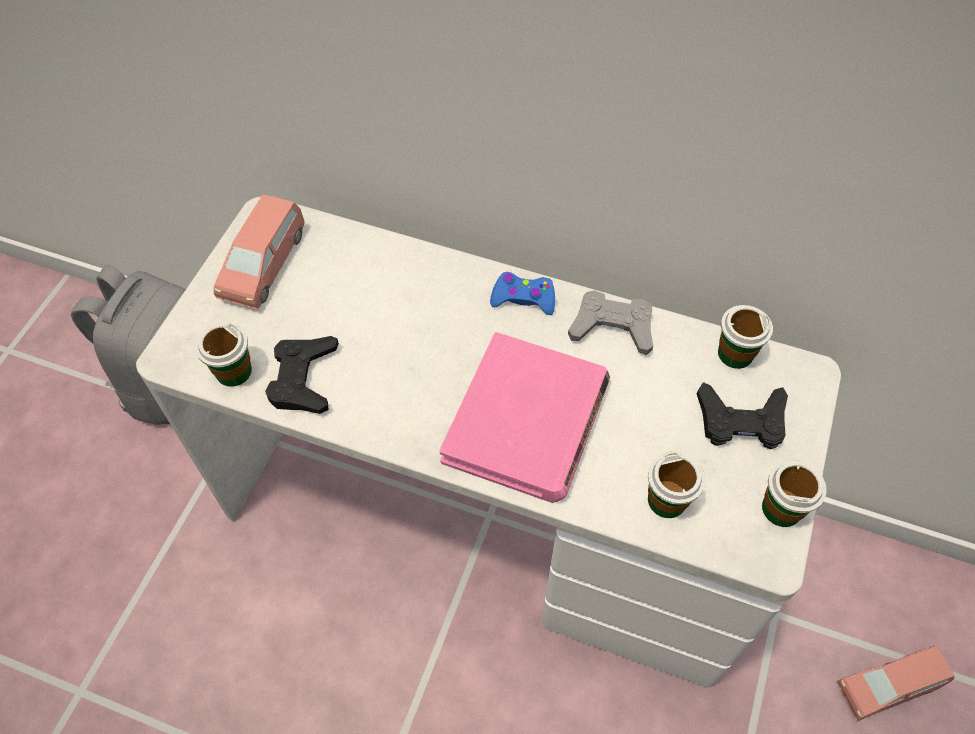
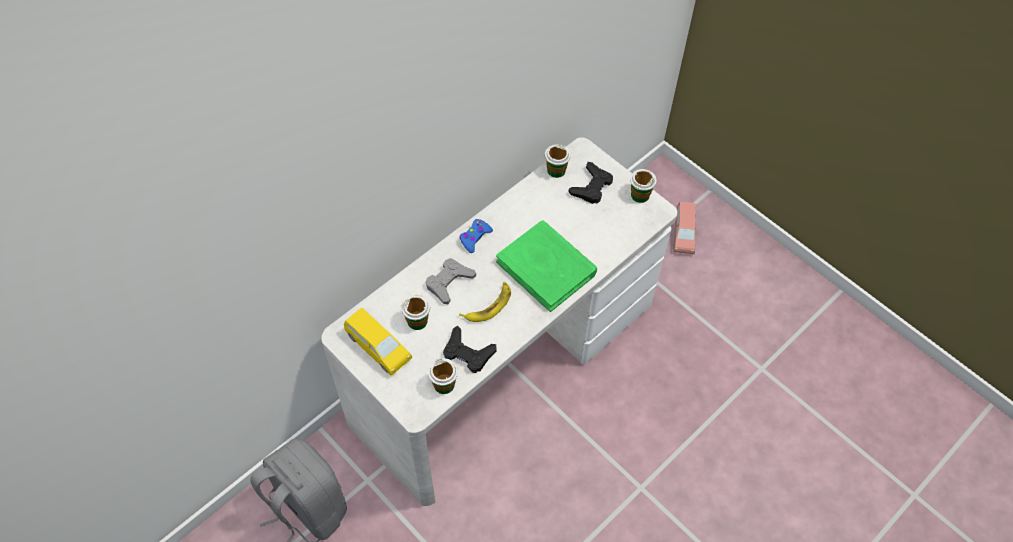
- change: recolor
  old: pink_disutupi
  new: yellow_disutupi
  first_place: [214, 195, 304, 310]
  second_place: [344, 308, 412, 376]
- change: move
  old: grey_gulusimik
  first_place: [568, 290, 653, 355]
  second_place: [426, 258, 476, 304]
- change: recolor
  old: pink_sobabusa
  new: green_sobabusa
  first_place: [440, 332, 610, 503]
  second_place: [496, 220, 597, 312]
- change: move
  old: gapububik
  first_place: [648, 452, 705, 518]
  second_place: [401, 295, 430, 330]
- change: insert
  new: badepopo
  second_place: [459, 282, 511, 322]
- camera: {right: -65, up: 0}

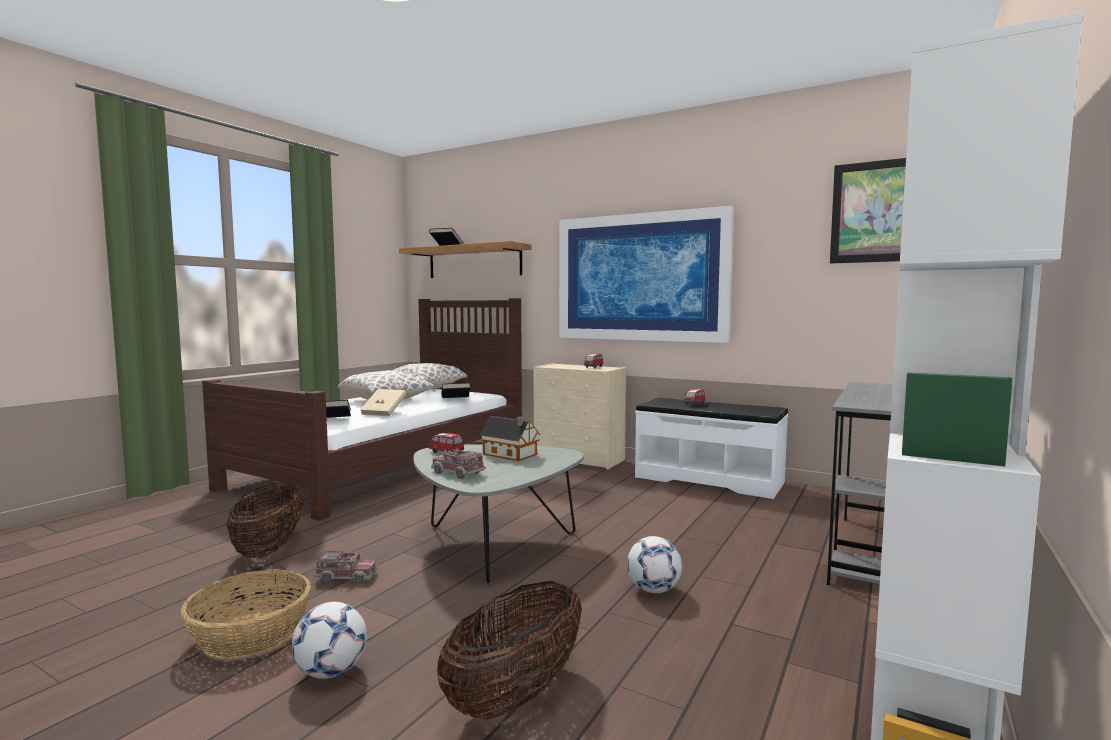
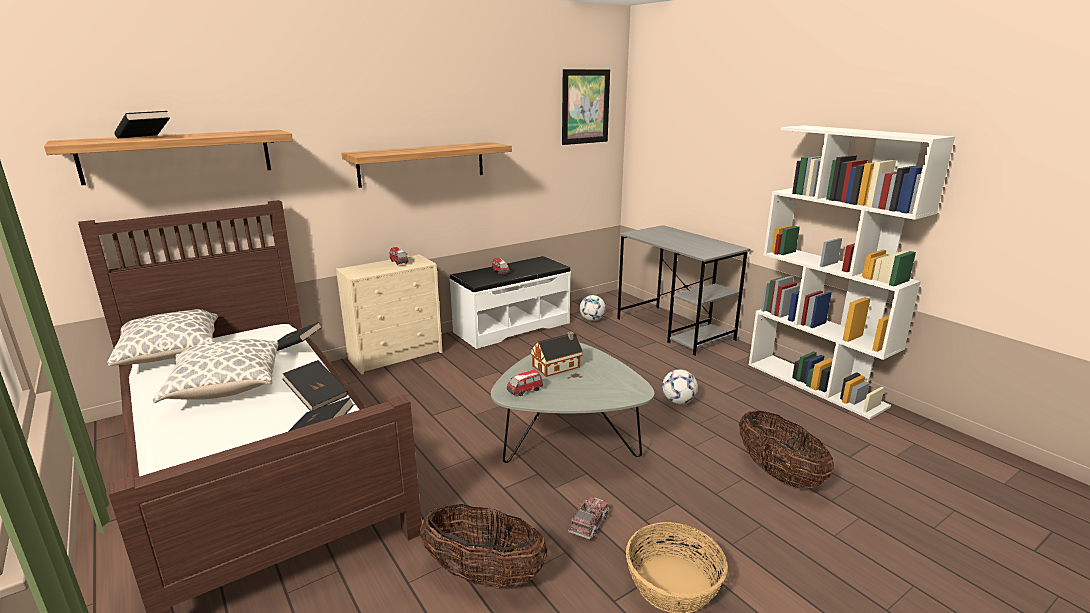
- change: replace
  old: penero
  new: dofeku
  first_place: [559, 206, 734, 343]
  second_place: [341, 142, 512, 188]
- change: recolor
  old: beige_sobabusa
  new: black_sobabusa
  first_place: [360, 389, 406, 416]
  second_place: [282, 360, 348, 411]
- change: delete
  old: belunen
  first_place: [431, 448, 486, 479]
- change: move
  old: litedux
  first_place: [292, 602, 367, 679]
  second_place: [580, 295, 606, 321]
- camera: {right: -65, up: 15}

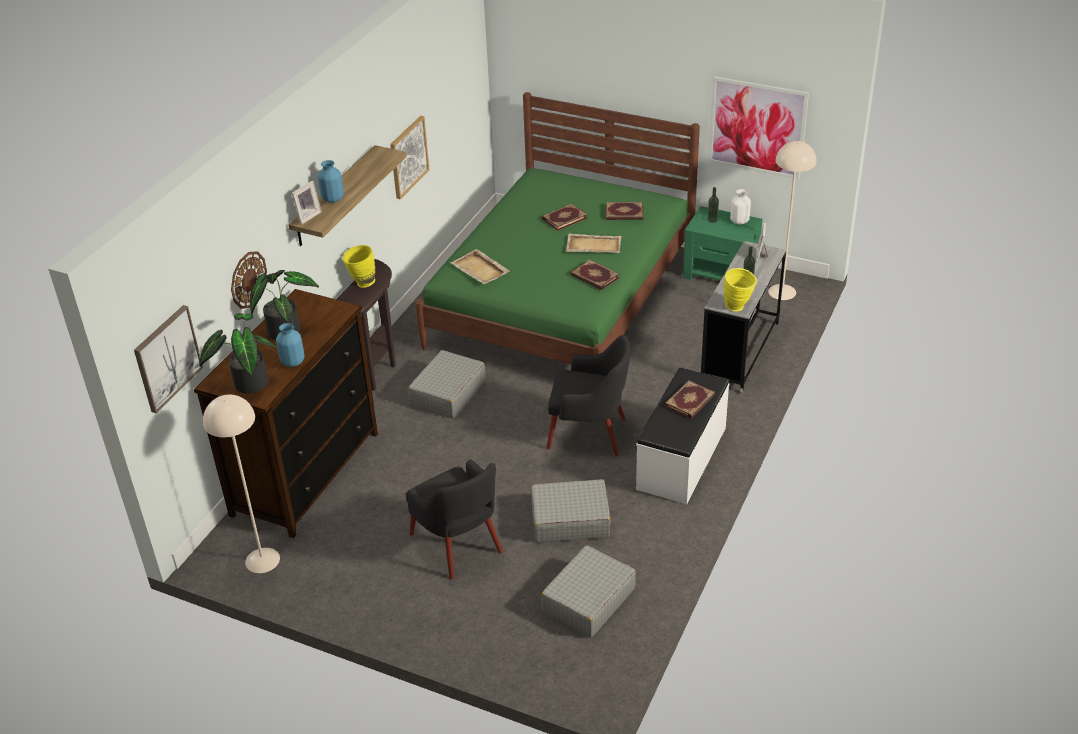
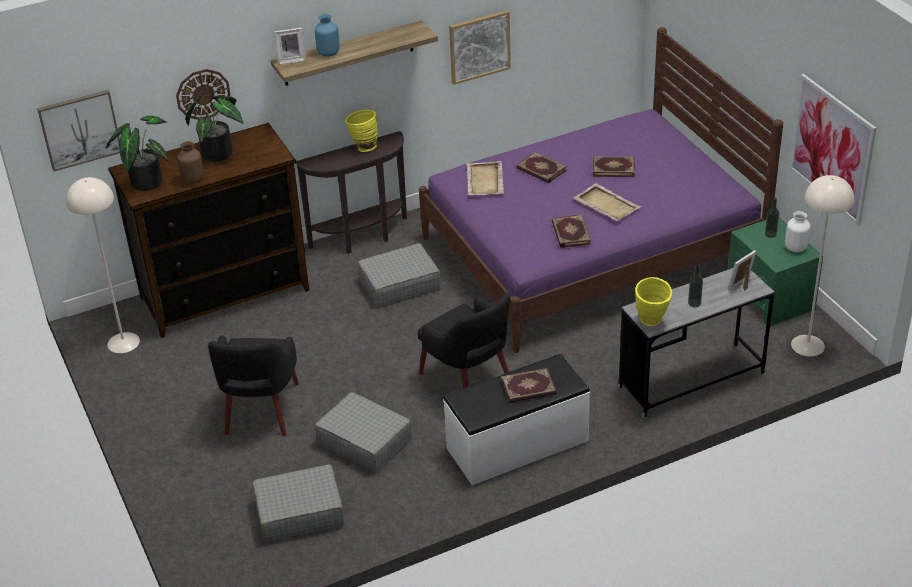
- change: recolor
  old: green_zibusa
  new: purple_zibusa
  first_place: [415, 92, 700, 364]
  second_place: [419, 27, 783, 353]
- change: move
  old: sobabusa
  first_place: [606, 202, 643, 220]
  second_place: [516, 152, 567, 183]
- change: recolor
  old: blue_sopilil
  new: brown_sopilil
  first_place: [276, 323, 305, 367]
  second_place: [177, 141, 204, 184]
- camera: {right: 40, up: 0}

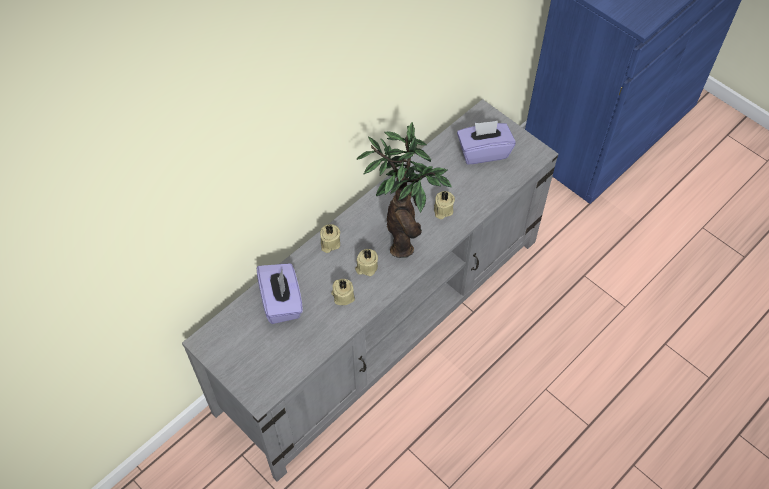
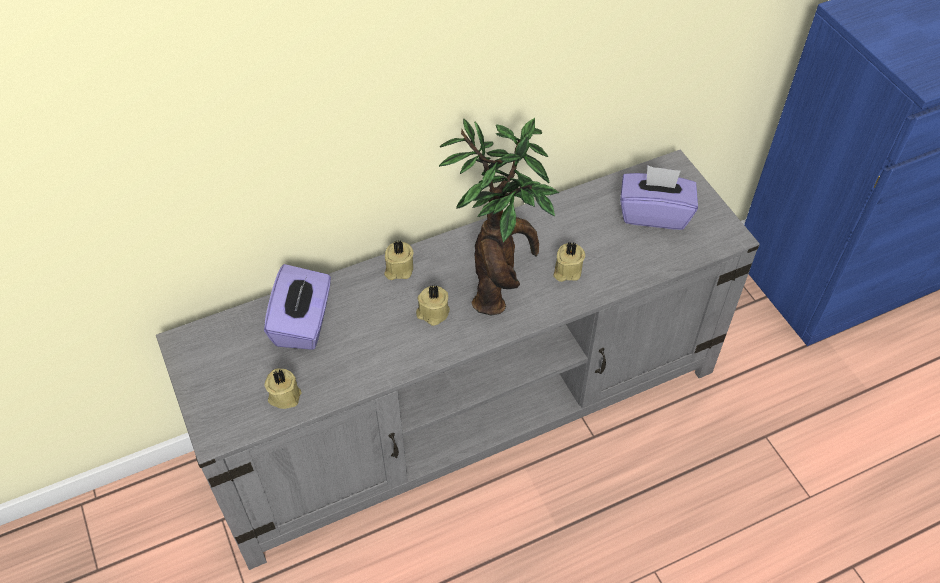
- change: move
  old: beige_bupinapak
  first_place: [331, 279, 355, 305]
  second_place: [265, 368, 301, 409]
- camera: {right: 20, up: -5}

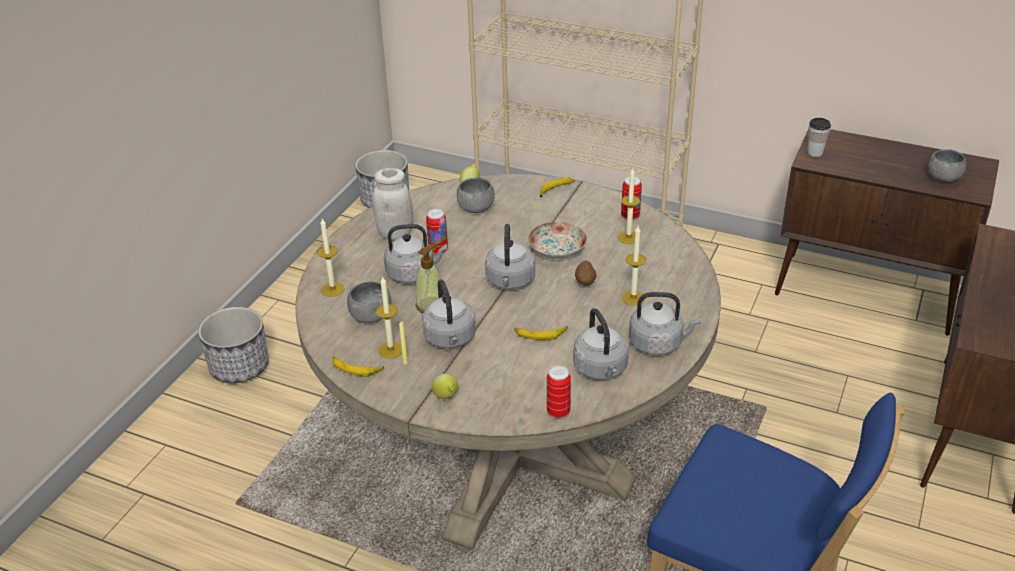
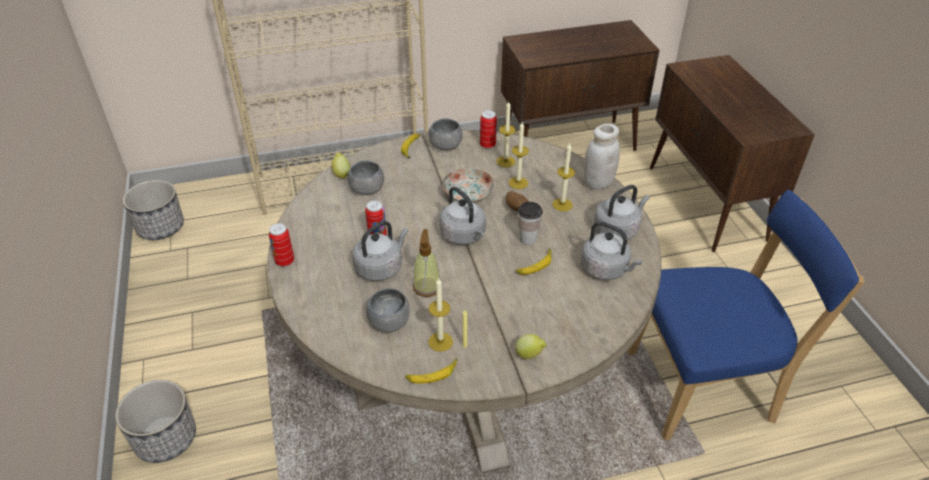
- change: move
  old: gapububik
  first_place: [808, 118, 831, 157]
  second_place: [518, 202, 543, 245]
- change: move
  old: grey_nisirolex
  first_place: [928, 149, 966, 182]
  second_place: [429, 118, 463, 150]
- change: move
  old: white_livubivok
  first_place: [372, 168, 413, 240]
  second_place: [584, 123, 620, 190]
- change: move
  old: bupinapak
  first_place: [317, 219, 344, 297]
  second_place: [509, 122, 529, 189]
- change: delete
  old: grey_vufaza
  first_place: [422, 279, 476, 349]
- change: move
  old: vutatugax
  first_place: [547, 365, 571, 418]
  second_place: [269, 223, 294, 267]
- camera: {right: -40, up: 5}

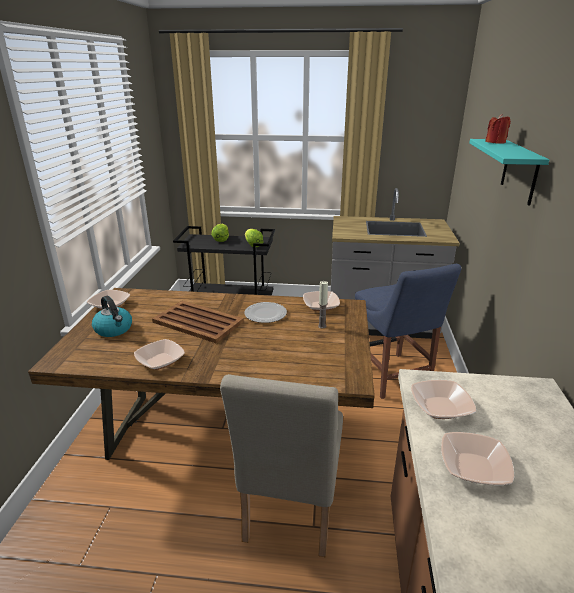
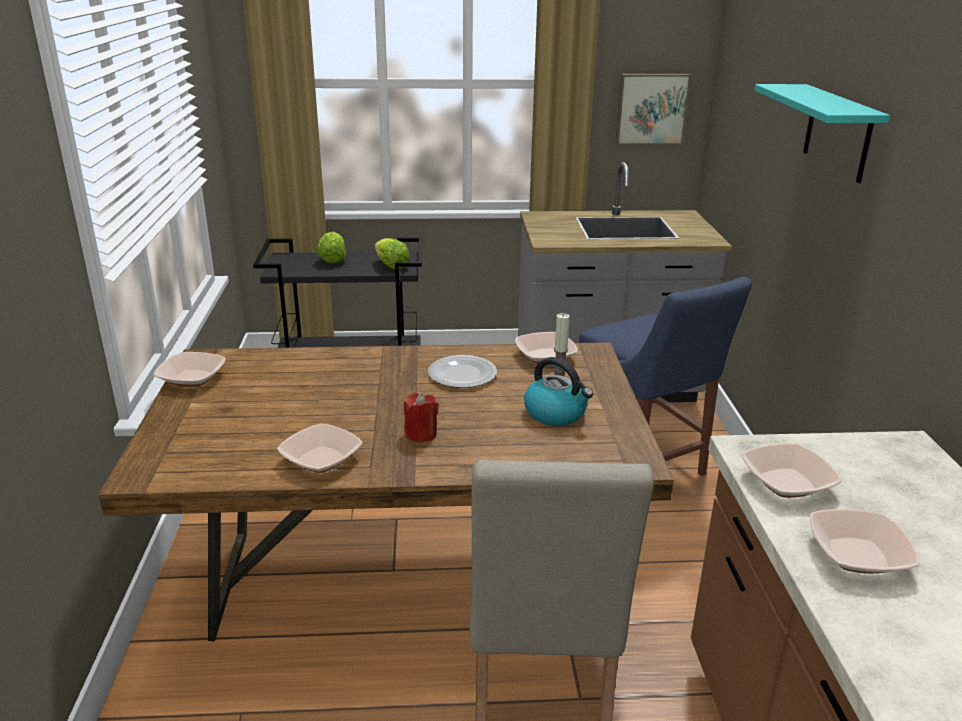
- change: move
  old: red_bupinapak
  first_place: [485, 114, 511, 144]
  second_place: [404, 393, 439, 443]
- change: move
  old: vufaza
  first_place: [92, 296, 132, 337]
  second_place: [524, 357, 593, 426]
- change: delete
  old: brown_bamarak
  first_place: [152, 301, 244, 343]
- change: insert
  new: penero
  second_place: [615, 74, 691, 145]
- camera: {right: -10, up: 0}

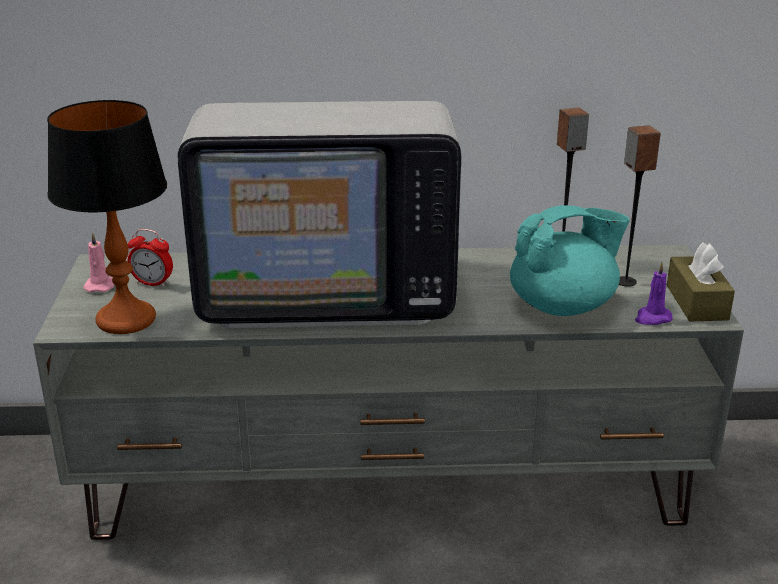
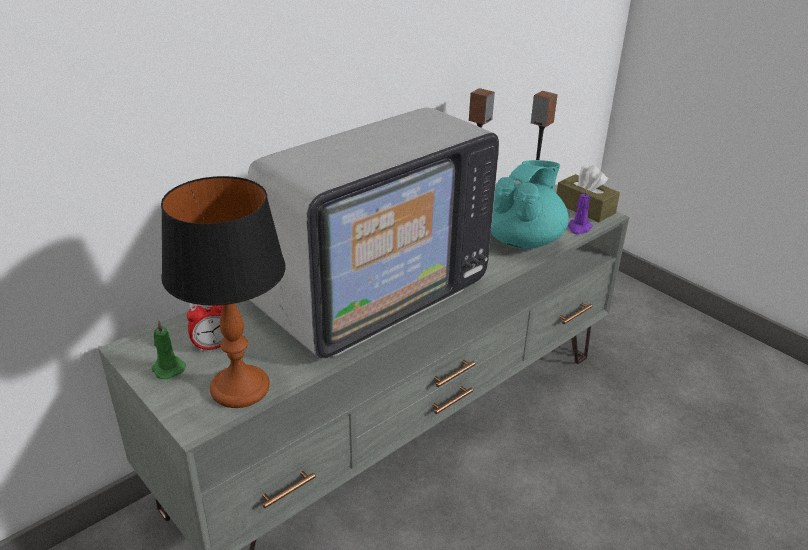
- change: recolor
  old: pink_bupinapak
  new: green_bupinapak
  first_place: [83, 232, 114, 292]
  second_place: [151, 320, 186, 379]
- camera: {right: -40, up: 5}

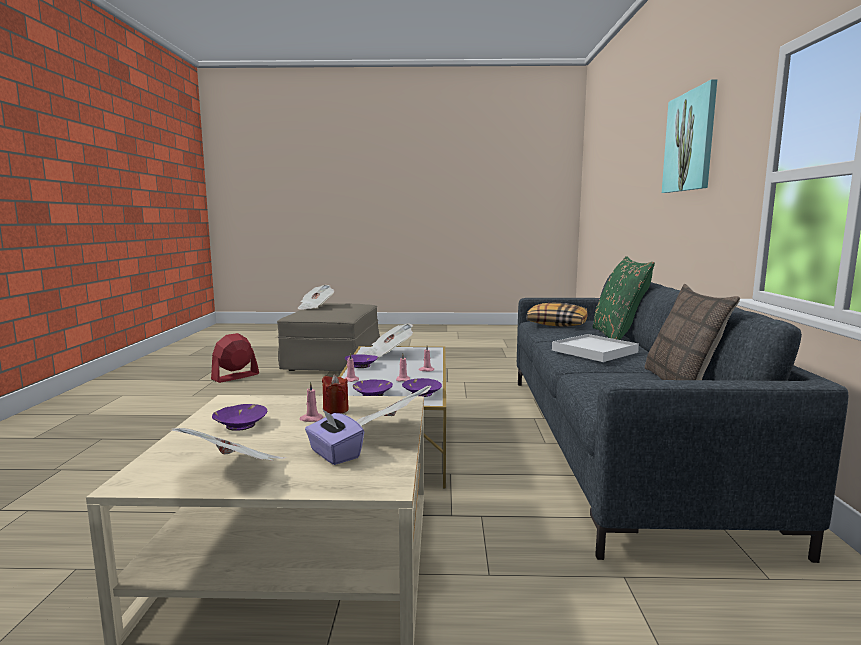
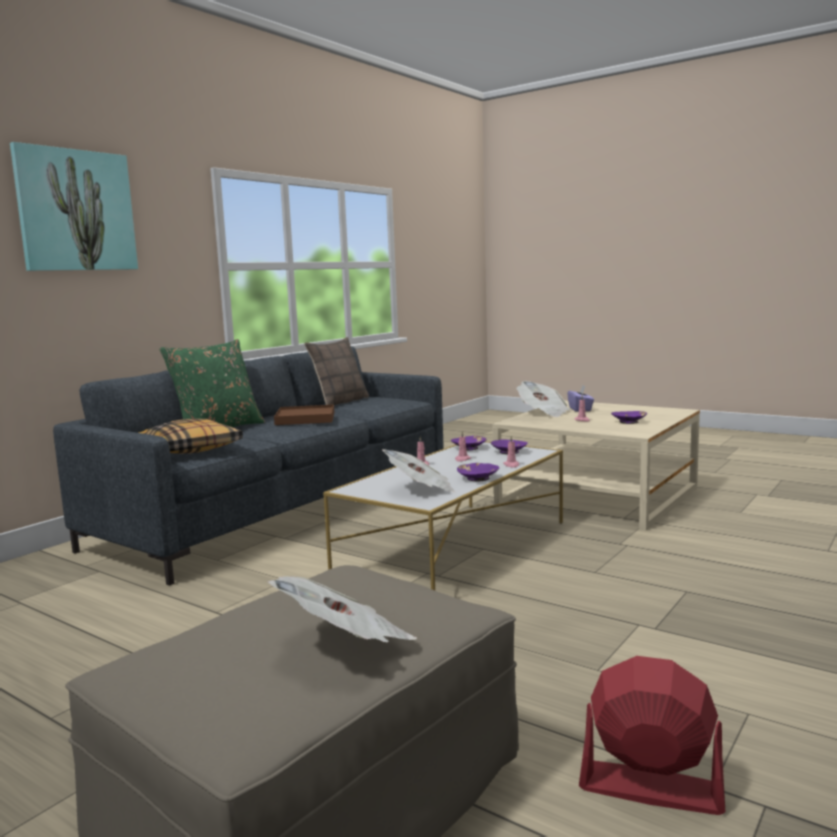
- change: rotate
  old: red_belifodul
  first_place: [211, 333, 259, 383]
  second_place: [579, 656, 725, 815]
  degrees: -150
- change: recolor
  old: white_bamarak
  new: brown_bamarak
  first_place: [552, 334, 639, 362]
  second_place: [274, 405, 334, 425]
- change: delete
  old: red_bupinapak
  first_place: [322, 374, 349, 414]
- change: delete
  old: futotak
  first_place: [171, 428, 286, 461]
- camera: {right: -145, up: 0}

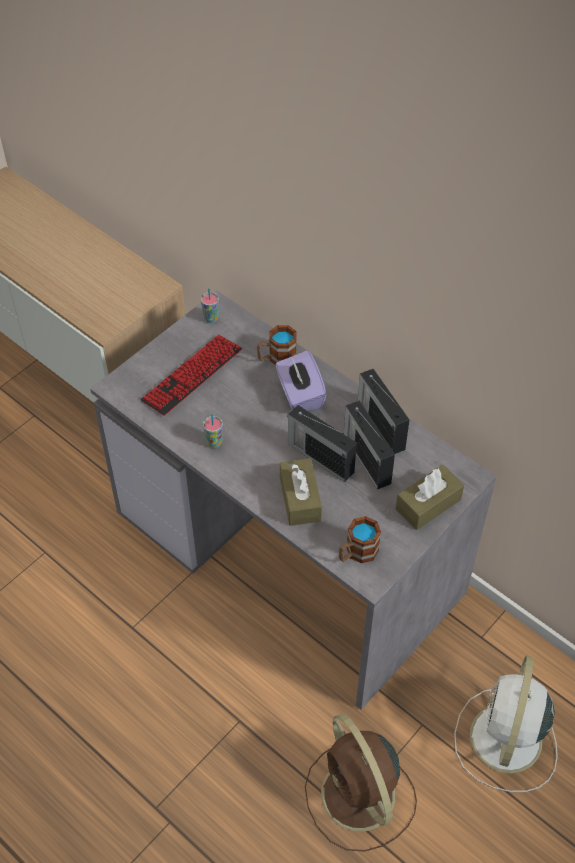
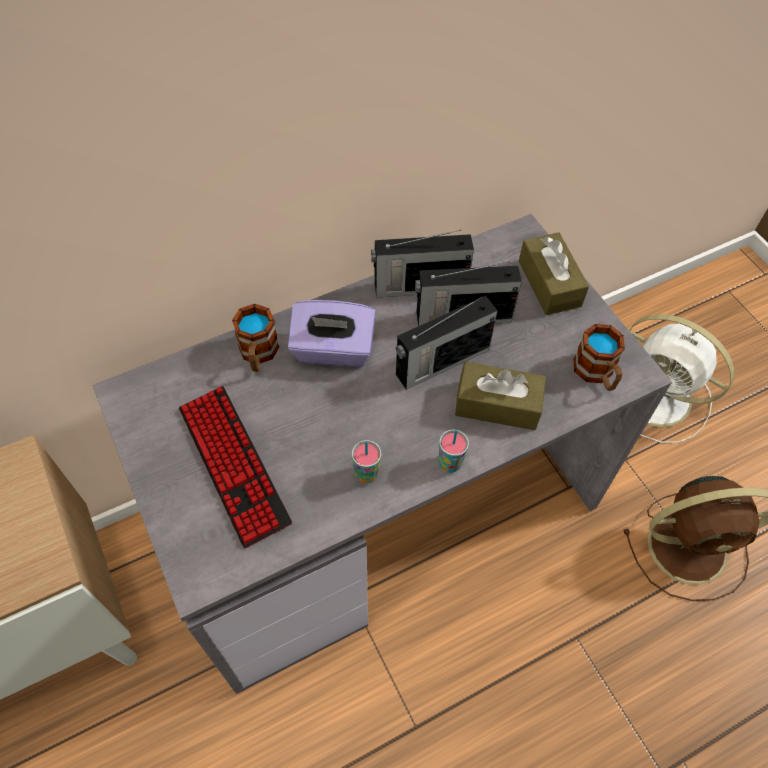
- change: move
  old: gapububik
  first_place: [201, 288, 219, 323]
  second_place: [439, 430, 469, 473]
- camera: {right: -70, up: 5}

